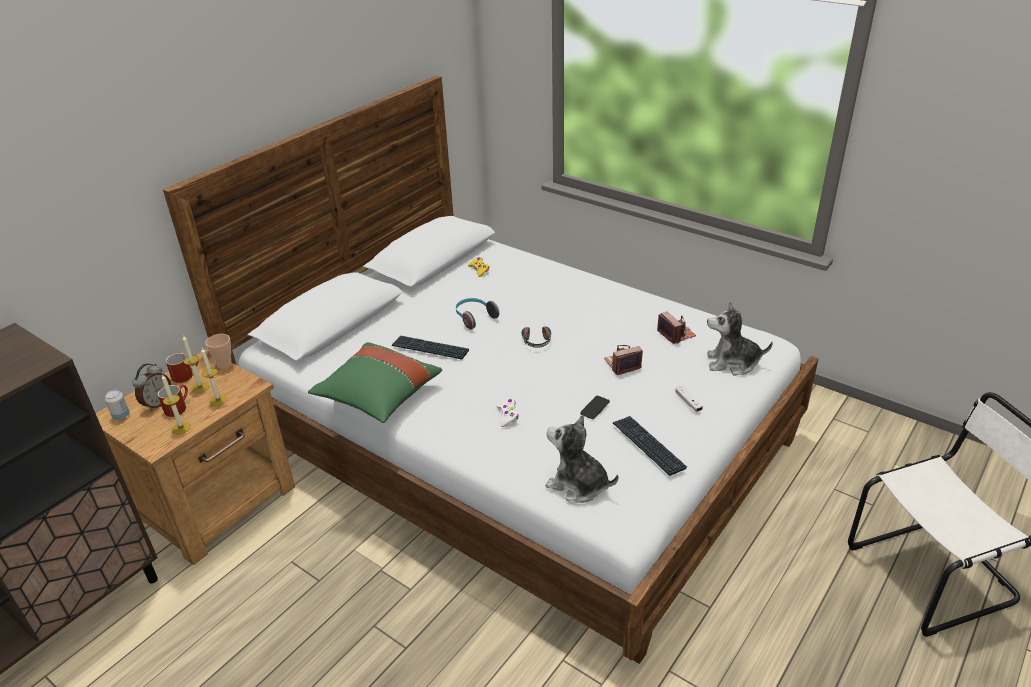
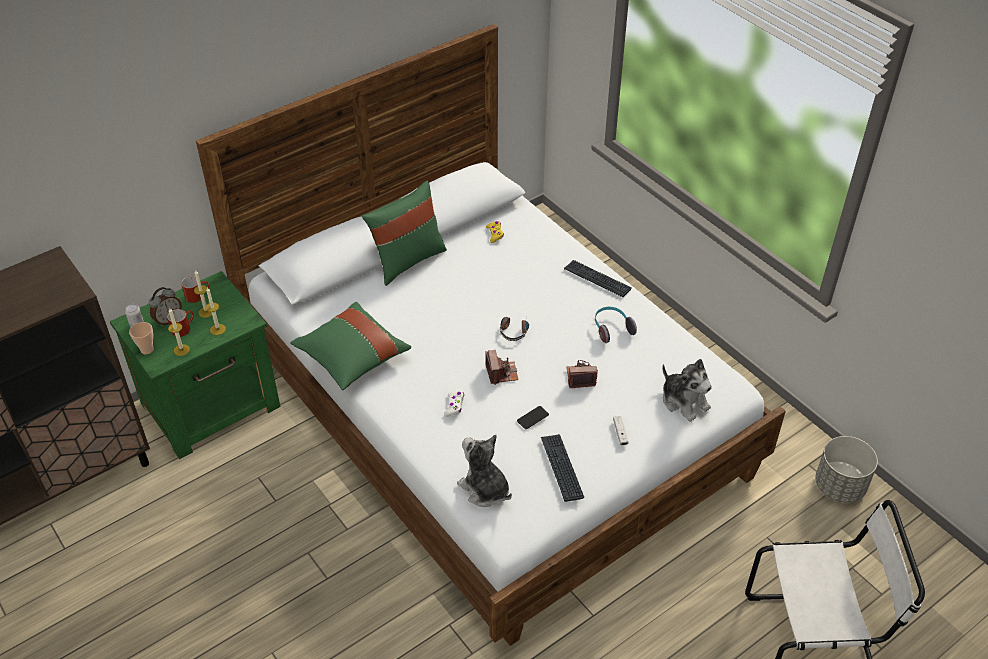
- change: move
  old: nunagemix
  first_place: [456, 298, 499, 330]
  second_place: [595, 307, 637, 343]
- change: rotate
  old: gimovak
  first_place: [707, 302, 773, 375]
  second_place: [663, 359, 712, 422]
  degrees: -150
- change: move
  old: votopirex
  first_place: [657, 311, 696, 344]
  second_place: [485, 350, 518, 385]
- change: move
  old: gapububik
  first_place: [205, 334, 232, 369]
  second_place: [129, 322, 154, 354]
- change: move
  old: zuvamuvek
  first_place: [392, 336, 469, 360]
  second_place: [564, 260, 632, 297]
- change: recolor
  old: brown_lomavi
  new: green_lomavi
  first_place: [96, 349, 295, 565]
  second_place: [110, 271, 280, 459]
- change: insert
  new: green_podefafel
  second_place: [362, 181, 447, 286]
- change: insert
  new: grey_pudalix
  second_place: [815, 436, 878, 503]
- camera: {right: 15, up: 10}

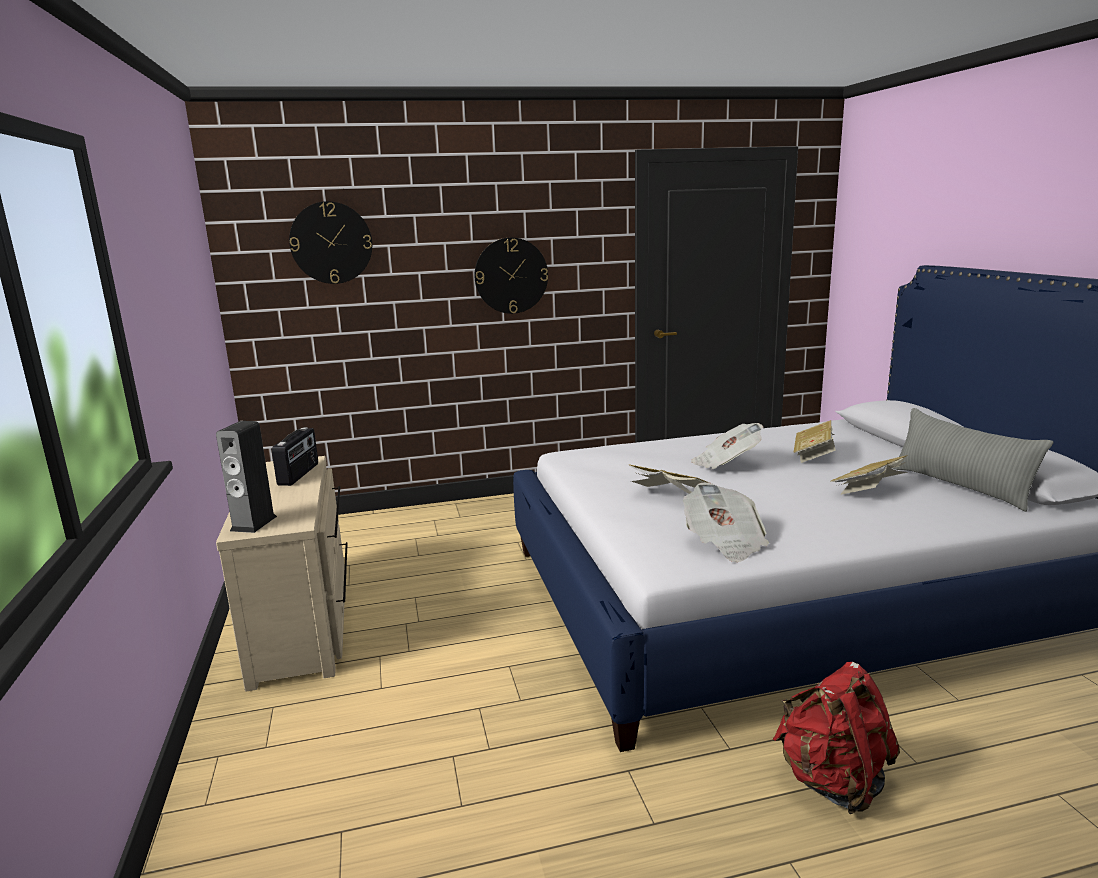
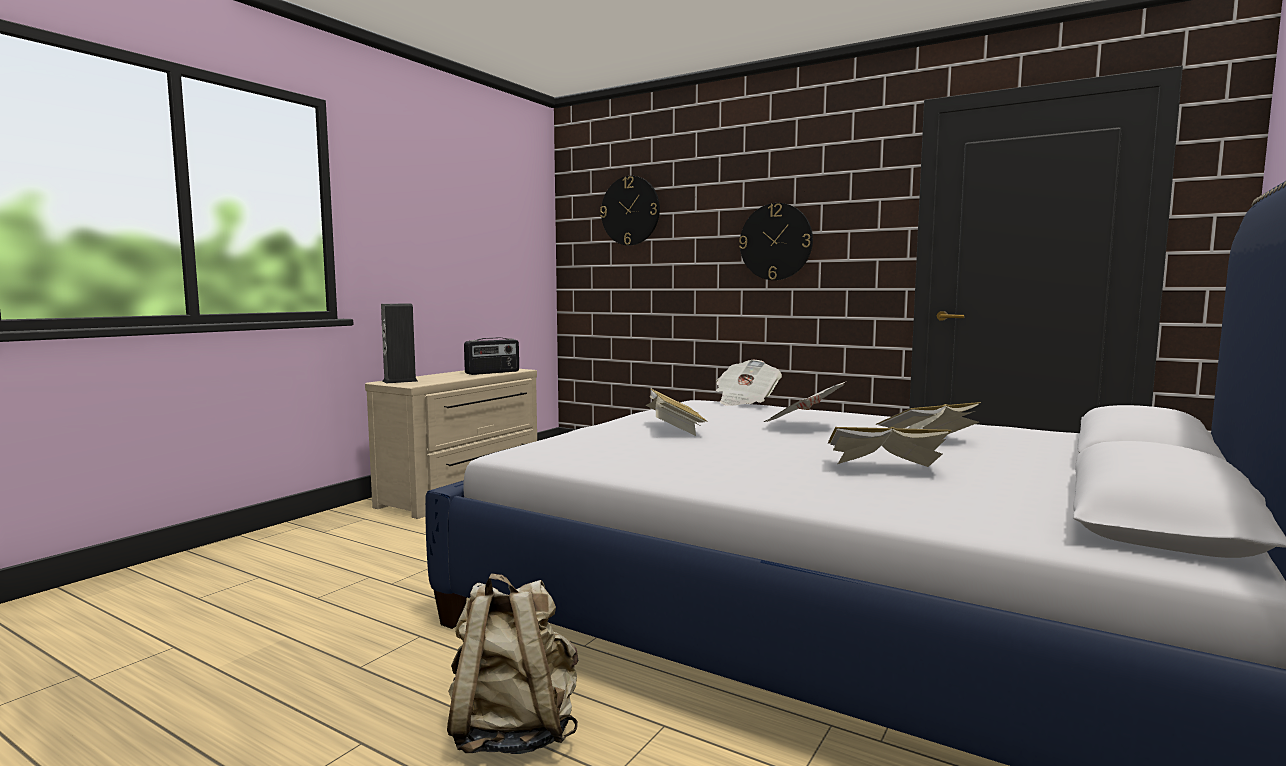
- change: delete
  old: grey_podefafel
  first_place: [892, 408, 1053, 512]
- change: move
  old: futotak
  first_place: [683, 482, 769, 563]
  second_place: [716, 360, 782, 406]
- change: recolor
  old: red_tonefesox
  new: beige_tonefesox
  first_place: [773, 662, 900, 814]
  second_place: [447, 573, 578, 754]
- camera: {right: 45, up: -10}

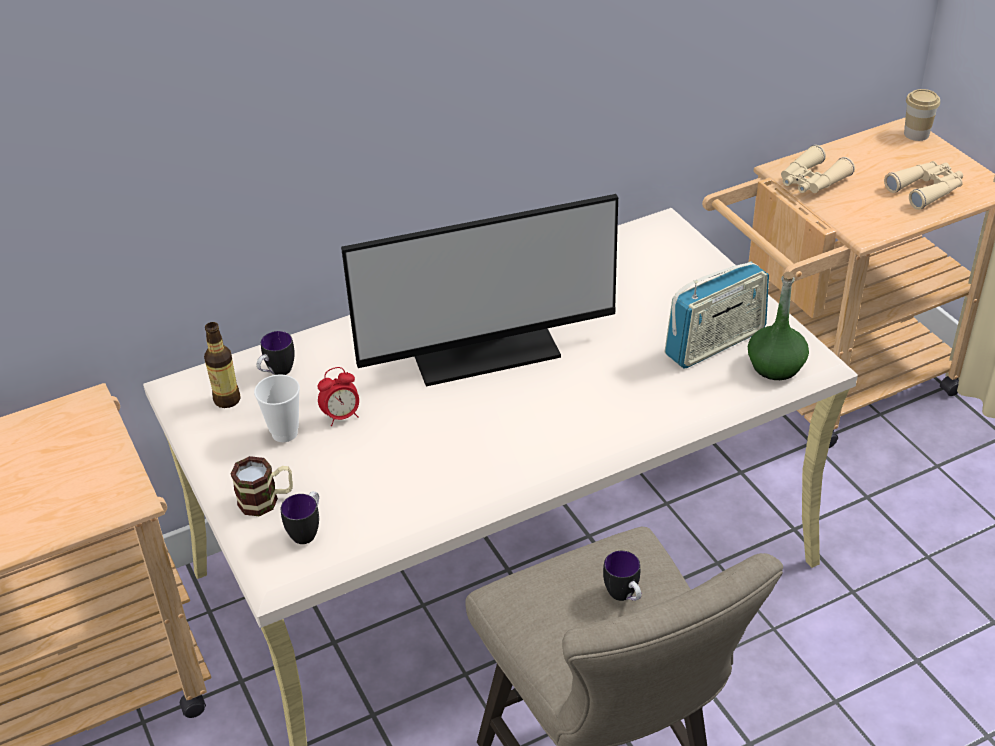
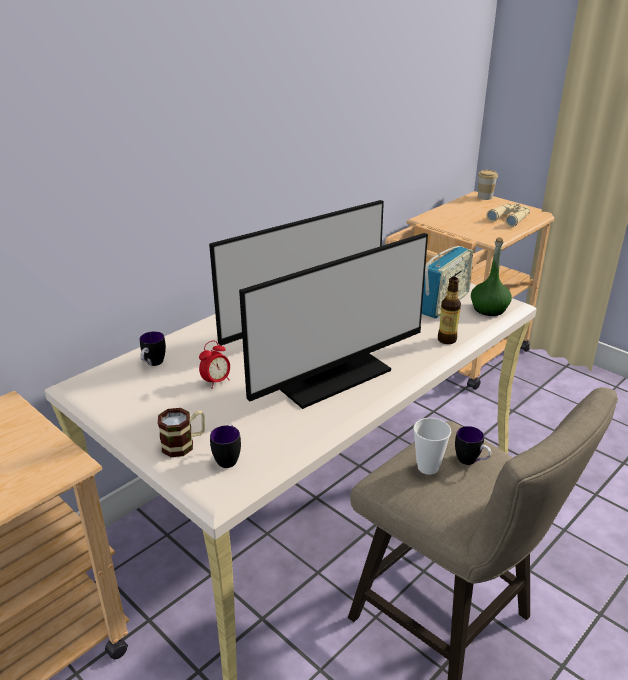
- change: delete
  old: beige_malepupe
  first_place: [781, 145, 855, 193]
- change: move
  old: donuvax
  first_place: [204, 322, 241, 408]
  second_place: [438, 277, 461, 344]
- change: move
  old: gapububik
  first_place: [254, 374, 300, 442]
  second_place: [413, 418, 451, 475]
- change: insert
  new: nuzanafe
  second_place: [239, 233, 428, 409]
- camera: {right: -20, up: -10}

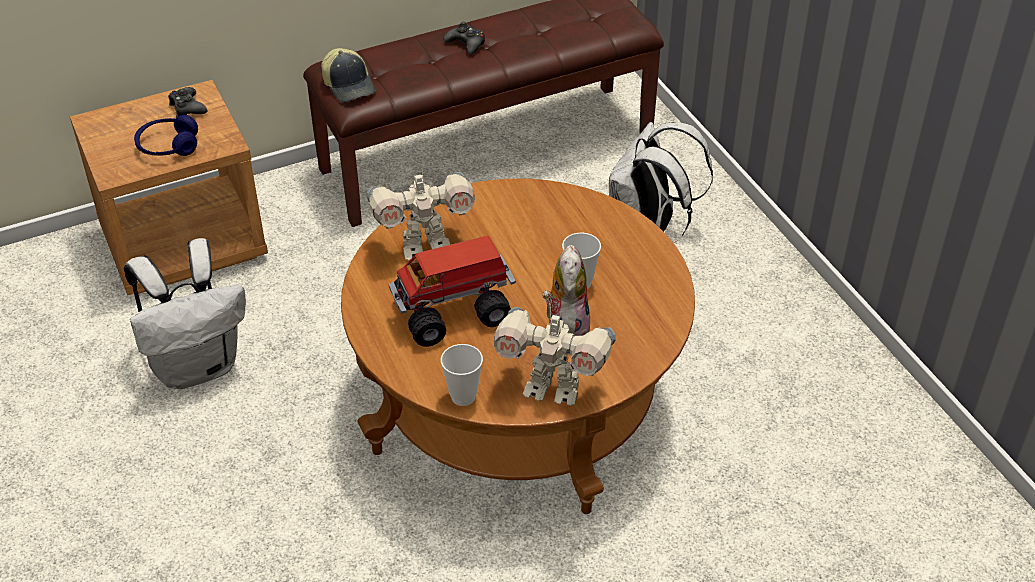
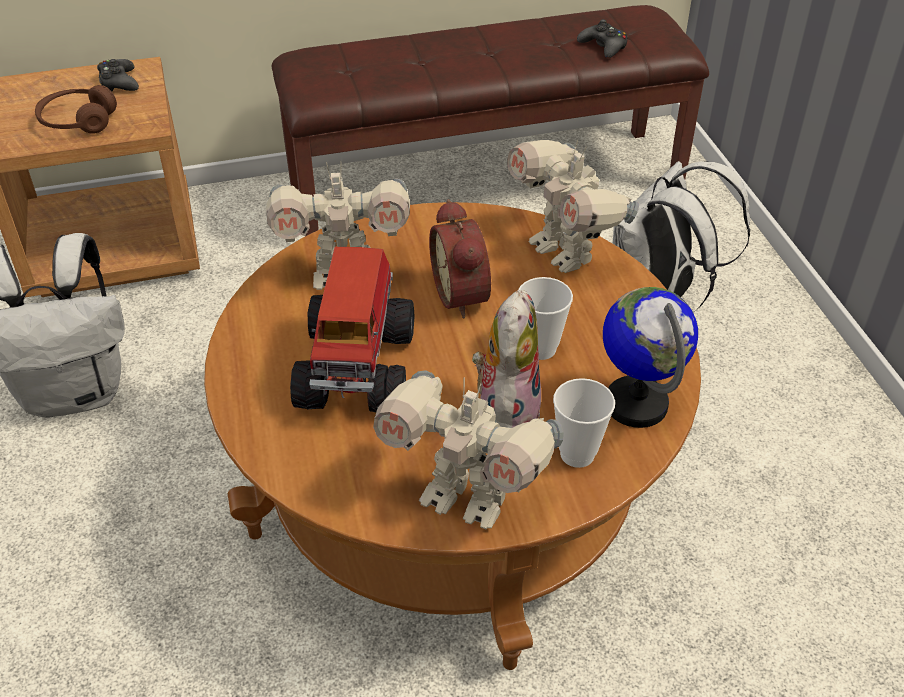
- change: move
  old: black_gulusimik
  first_place: [443, 22, 485, 55]
  second_place: [577, 19, 627, 58]
- change: delete
  old: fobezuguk
  first_place: [321, 48, 375, 103]
- change: recolor
  old: blue_nunagemix
  new: brown_nunagemix
  first_place: [134, 115, 198, 156]
  second_place: [35, 85, 117, 134]
- change: rotate
  old: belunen
  first_place: [389, 236, 516, 347]
  second_place: [290, 247, 415, 413]
  degrees: -75
- change: move
  old: gapububik
  first_place: [441, 344, 483, 406]
  second_place: [553, 378, 615, 468]
- change: insert
  new: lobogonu
  second_place: [507, 140, 639, 273]
- change: insert
  new: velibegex
  second_place: [429, 199, 491, 318]
- change: insert
  new: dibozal
  second_place: [603, 287, 698, 428]
- camera: {right: 10, up: 0}

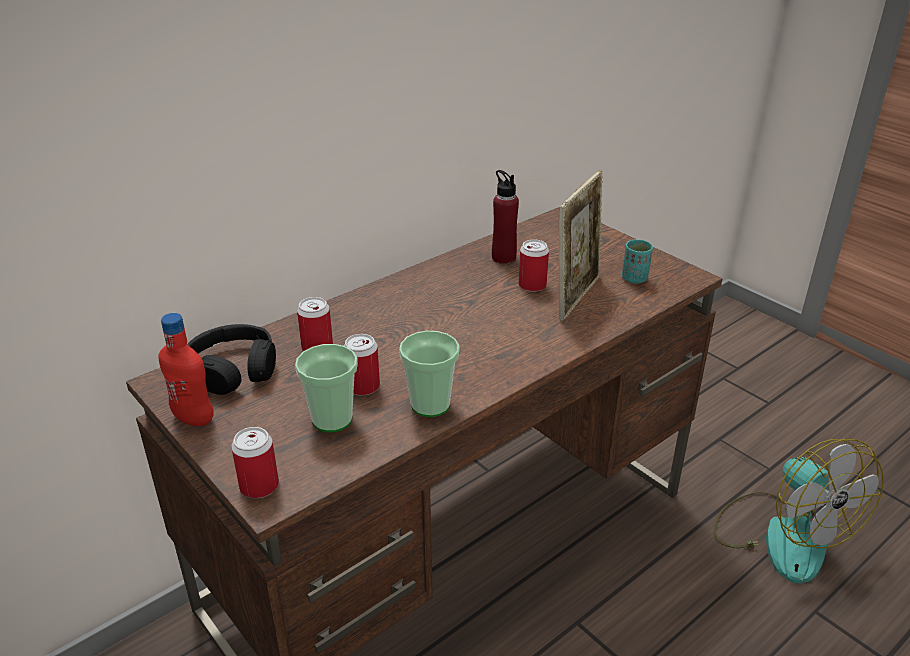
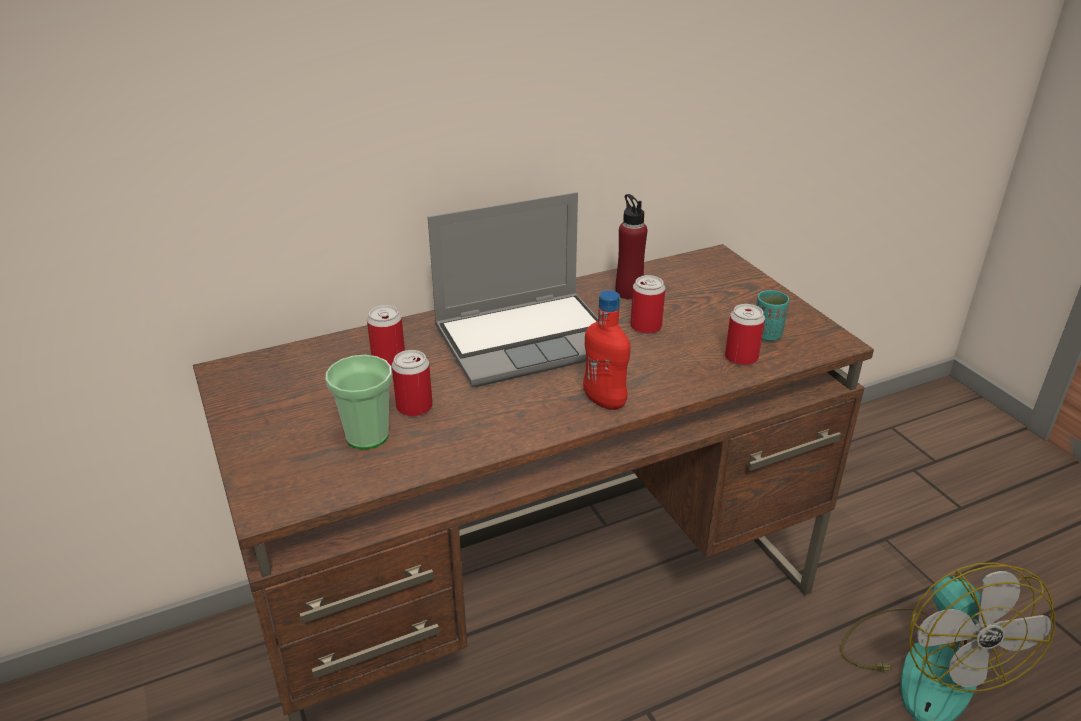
- change: delete
  old: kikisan
  first_place: [559, 170, 603, 321]
- change: move
  old: red_donuvax
  first_place: [158, 313, 214, 426]
  second_place: [583, 290, 630, 410]
- change: delete
  old: black_nunagemix
  first_place: [188, 324, 276, 395]
- change: delete
  old: gapububik
  first_place: [399, 331, 459, 417]
- change: move
  old: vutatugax
  first_place: [231, 427, 279, 498]
  second_place: [725, 304, 765, 366]
- change: insert
  new: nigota
  second_place: [428, 192, 598, 387]
- camera: {right: 15, up: 0}

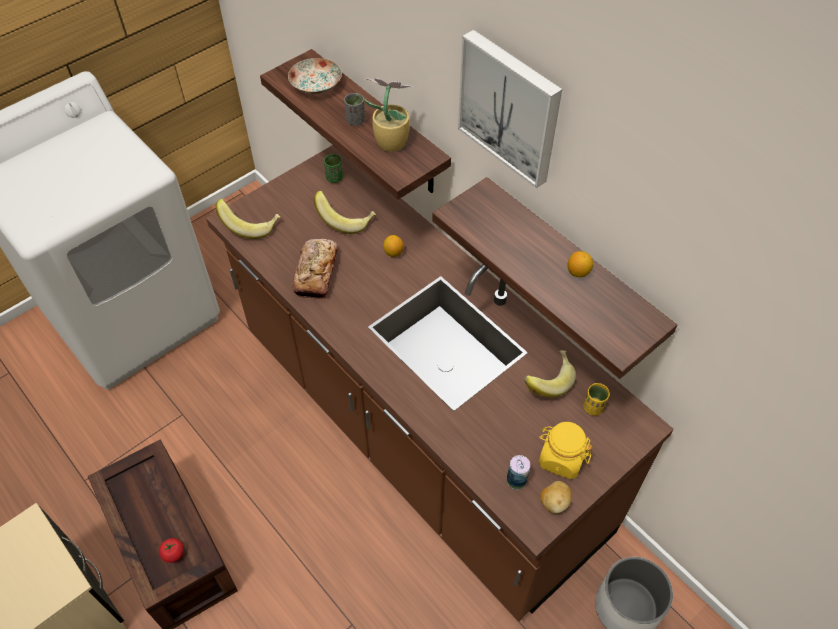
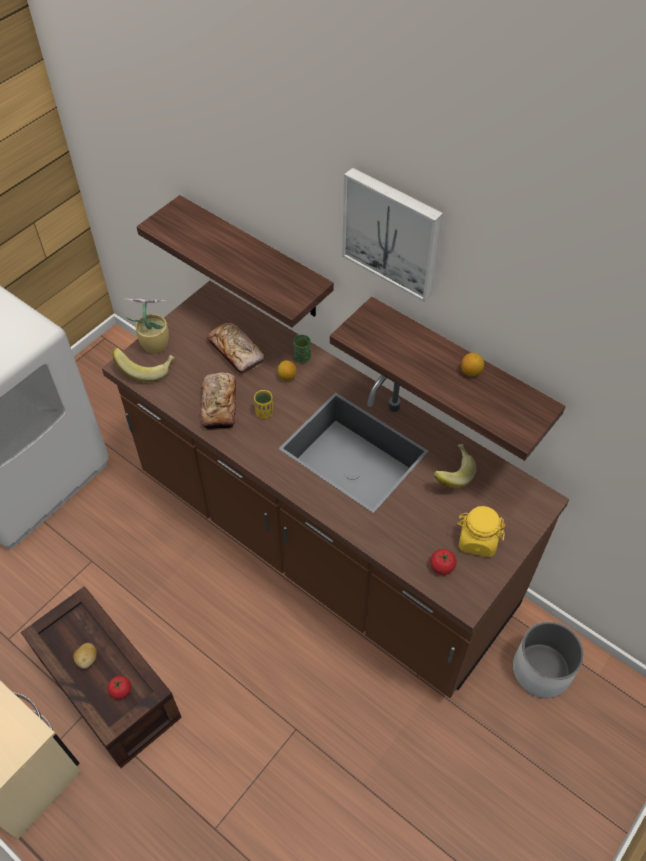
- change: delete
  old: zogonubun
  first_place: [288, 58, 342, 94]
- change: move
  old: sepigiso
  first_place: [364, 78, 414, 152]
  second_place: [124, 299, 169, 354]
- change: delete
  old: grey_gapububik
  first_place: [344, 93, 365, 126]
- change: move
  old: green_gapububik
  first_place: [324, 154, 343, 183]
  second_place: [294, 335, 311, 363]
- change: replace
  old: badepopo
  new: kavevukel
  first_place: [314, 191, 376, 234]
  second_place: [207, 323, 265, 374]
- change: move
  old: yellow_gapububik
  first_place: [583, 383, 610, 416]
  second_place: [254, 390, 273, 419]
- change: replace
  old: vutatugax
  new: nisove
  first_place: [507, 455, 530, 490]
  second_place: [430, 549, 457, 575]
- change: move
  old: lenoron
  first_place: [540, 481, 572, 514]
  second_place: [73, 643, 97, 669]
- camera: {right: -10, up: 0}

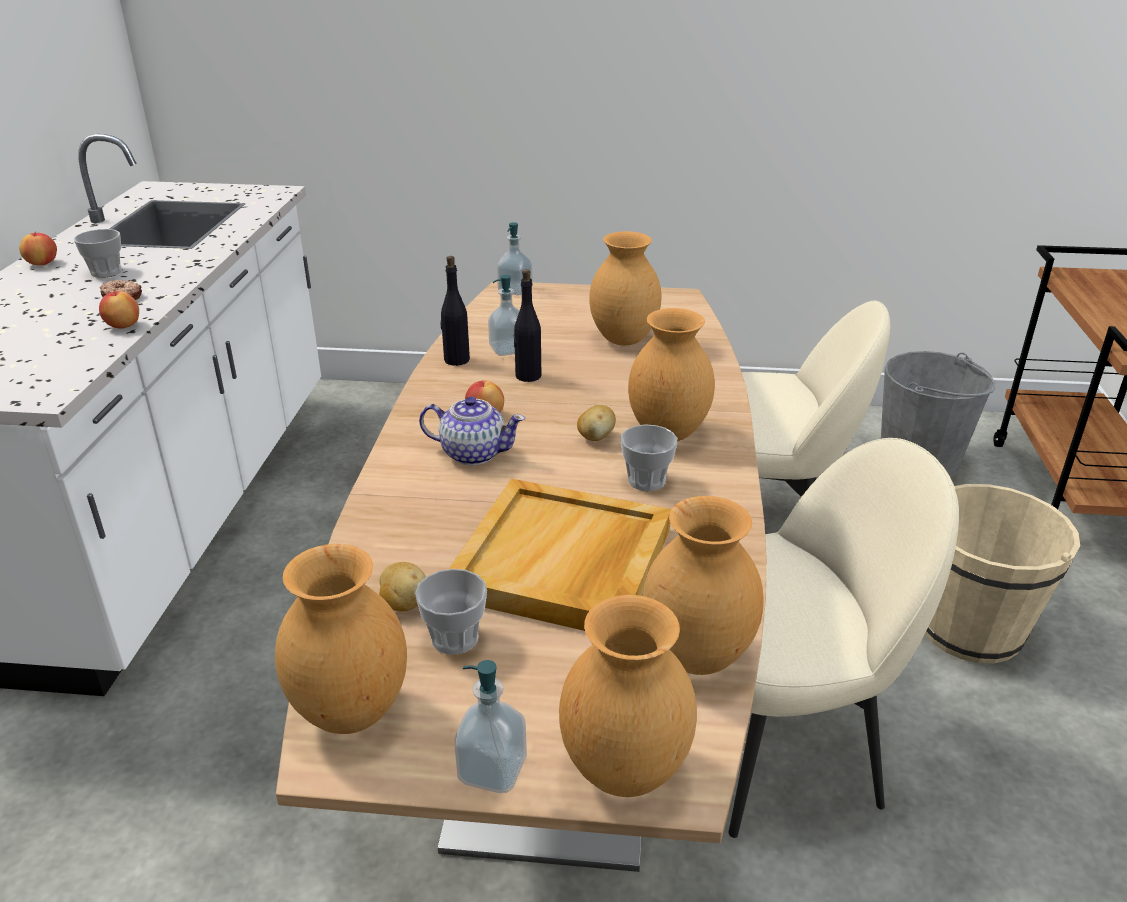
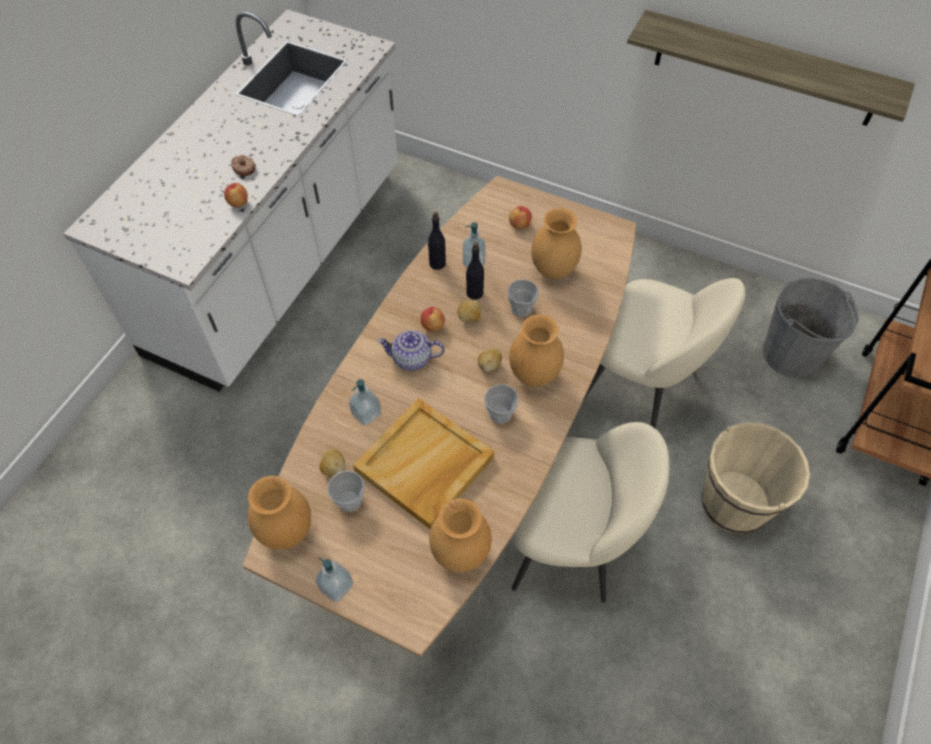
- change: move
  old: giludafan
  first_place: [497, 222, 532, 295]
  second_place: [349, 379, 382, 426]
- change: move
  old: gapububik
  first_place: [74, 229, 122, 278]
  second_place: [507, 279, 539, 317]
- change: move
  old: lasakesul
  first_place: [19, 231, 57, 265]
  second_place: [509, 206, 532, 229]
- change: rotate
  old: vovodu
  first_place: [419, 397, 525, 465]
  second_place: [377, 330, 445, 371]
  degrees: 150
- change: delete
  old: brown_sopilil
  first_place: [559, 595, 697, 797]
- change: insert
  new: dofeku
  second_place: [627, 10, 915, 126]
- change: insert
  new: lenoron
  second_place: [457, 300, 481, 322]
- camera: {right: 20, up: 25}

